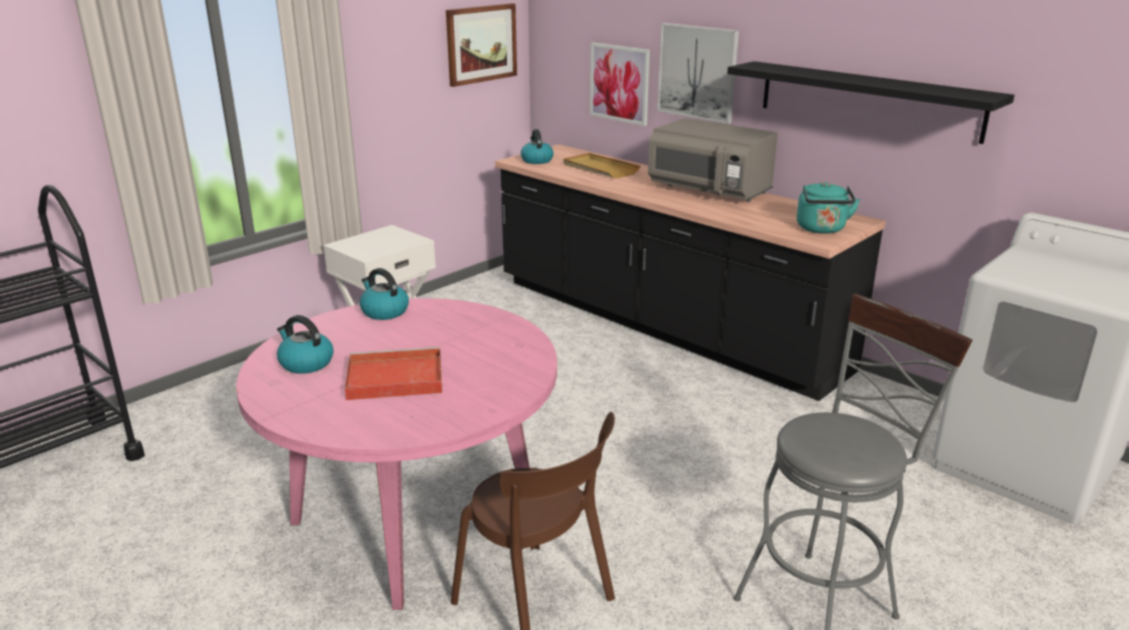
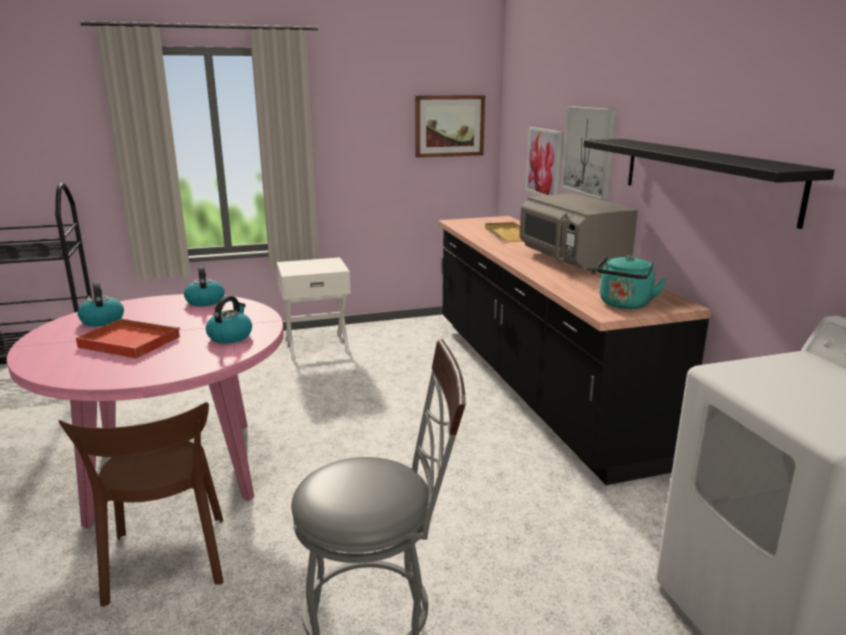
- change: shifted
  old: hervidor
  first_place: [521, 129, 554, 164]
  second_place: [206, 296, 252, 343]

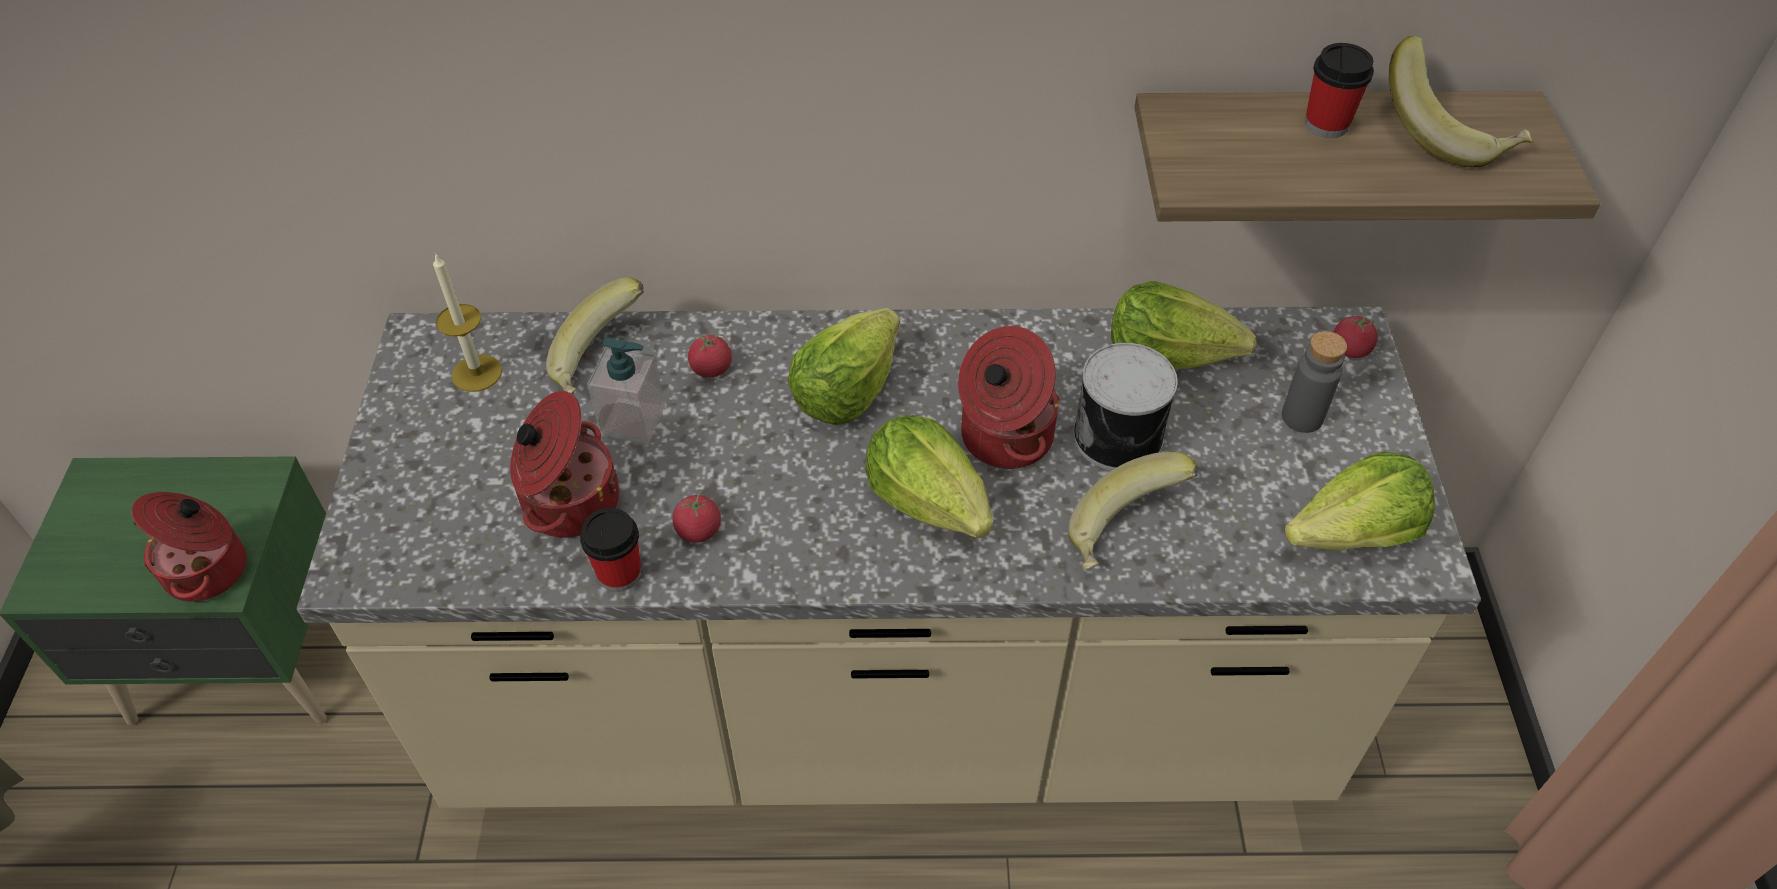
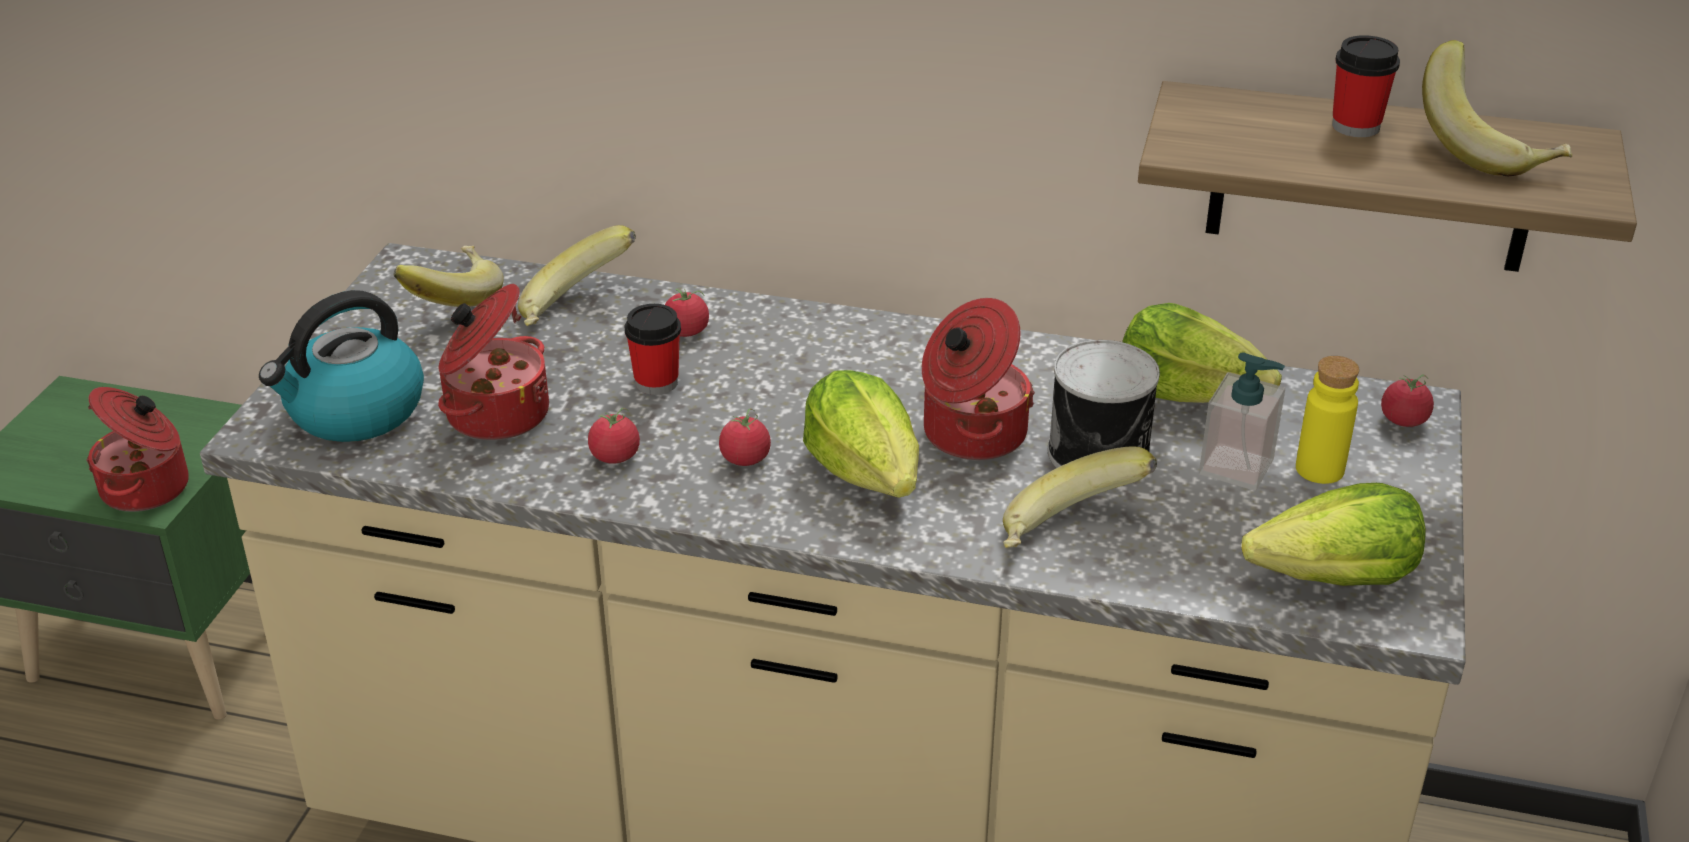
- change: gone
  old: lechuga
  first_place: [788, 308, 900, 425]
- change: new
  new: hervidor
  second_place: [259, 290, 424, 442]
- change: new
  new: tomate
  second_place: [719, 408, 771, 466]
- change: shifted
  old: taza
  first_place: [580, 508, 641, 592]
  second_place: [625, 304, 681, 395]
- change: shifted
  old: dispensador de jabón
  first_place: [587, 338, 665, 444]
  second_place: [1199, 352, 1285, 491]
- change: swapped
  old: vela
  new: plátano
  first_place: [433, 253, 502, 392]
  second_place: [393, 246, 504, 307]
- change: repainted
  old: botella/gris
  new: botella/amarillo
  first_place: [1282, 331, 1347, 433]
  second_place: [1296, 356, 1360, 484]

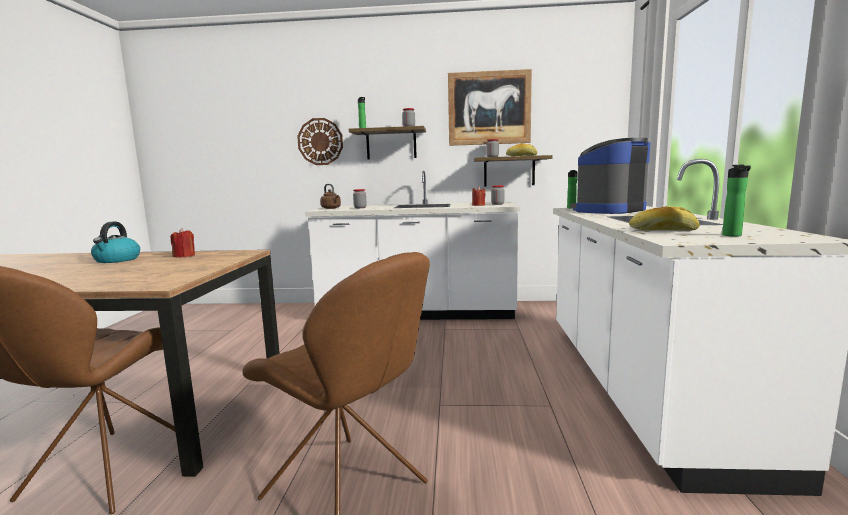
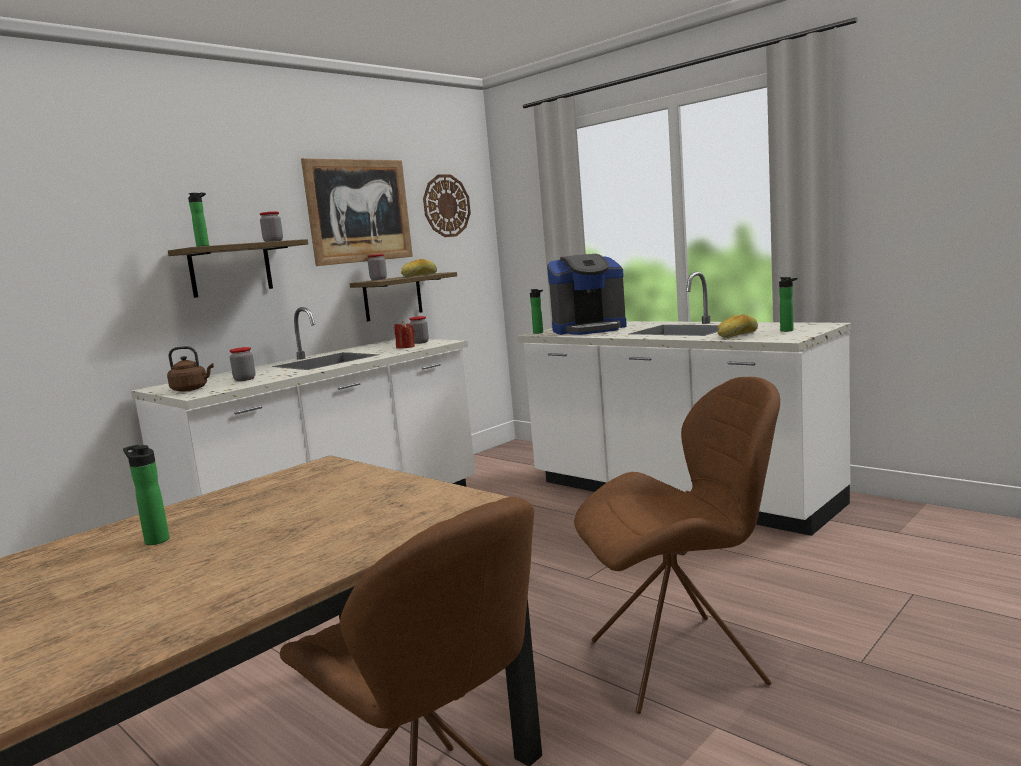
- change: gone
  old: vela/rojo
  first_place: [170, 228, 195, 257]
- change: shifted
  old: reloj de pared
  first_place: [297, 118, 343, 165]
  second_place: [423, 174, 471, 237]
- change: swapped
  old: hervidor
  new: botella
  first_place: [91, 222, 140, 263]
  second_place: [123, 445, 169, 545]
- change: rotated
  old: cafetera
  first_place: [570, 138, 650, 214]
  second_place: [547, 254, 627, 335]
  degrees: -105

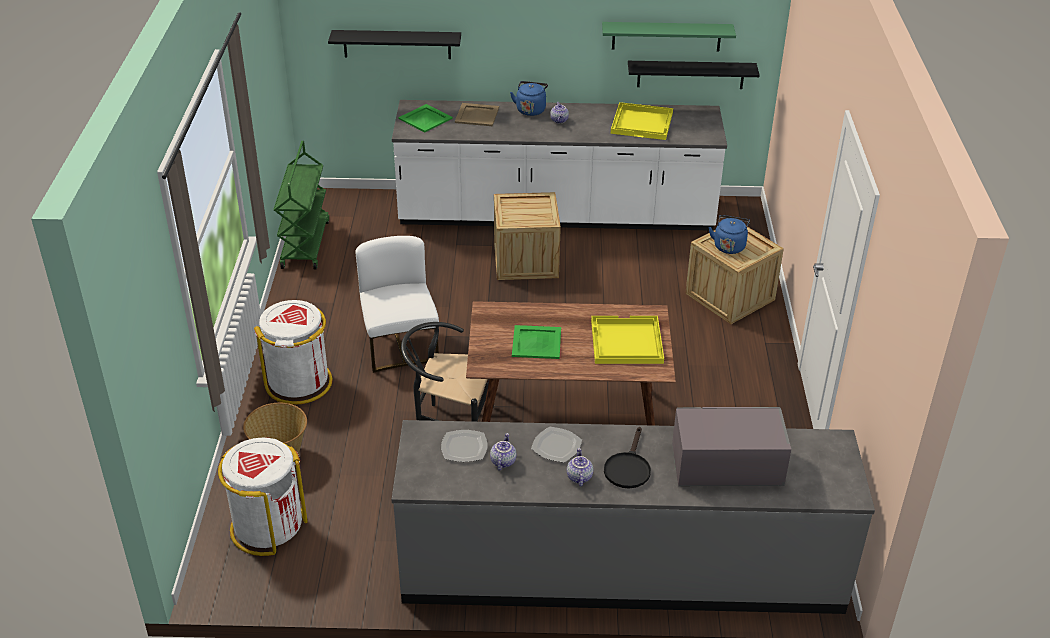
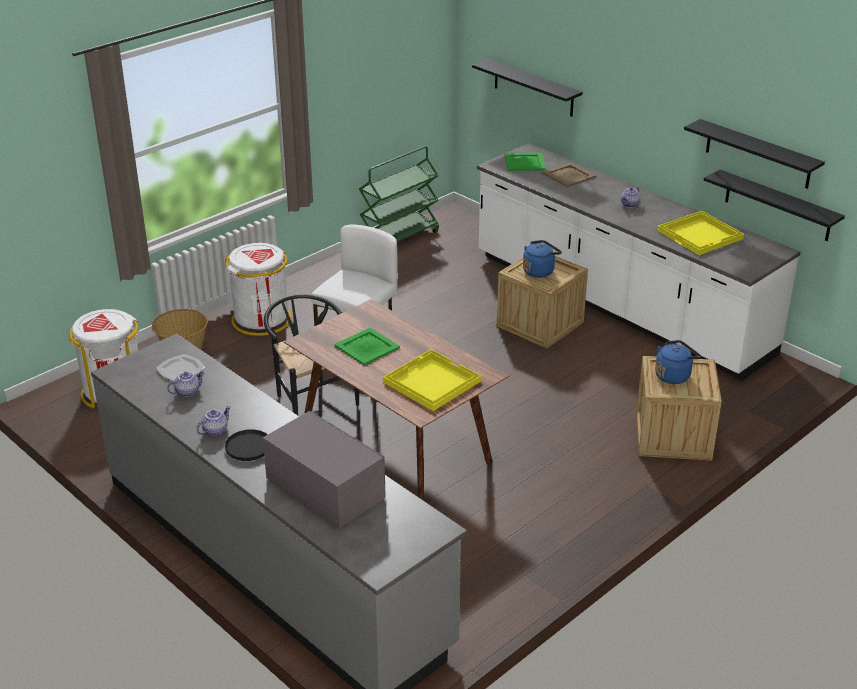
- change: gone
  old: plato
  first_place: [531, 427, 582, 463]
- change: shifted
  old: hervidor/azul
  first_place: [510, 81, 548, 116]
  second_place: [523, 240, 562, 278]
- change: repainted
  old: estante/verde
  new: estante/negro
  first_place: [602, 22, 736, 52]
  second_place: [684, 119, 825, 189]

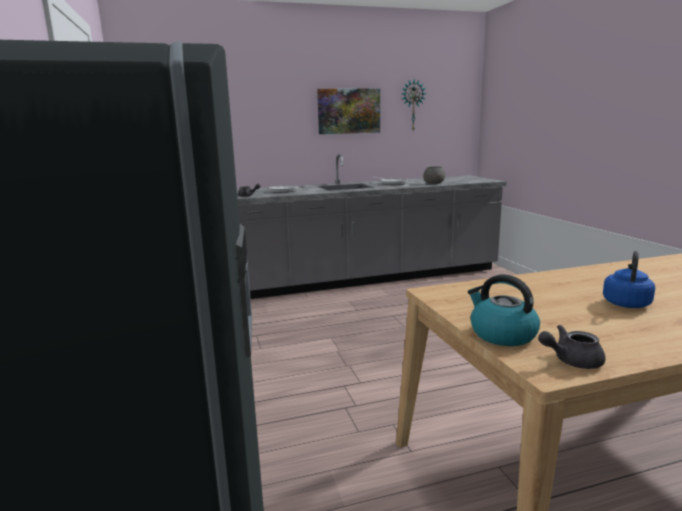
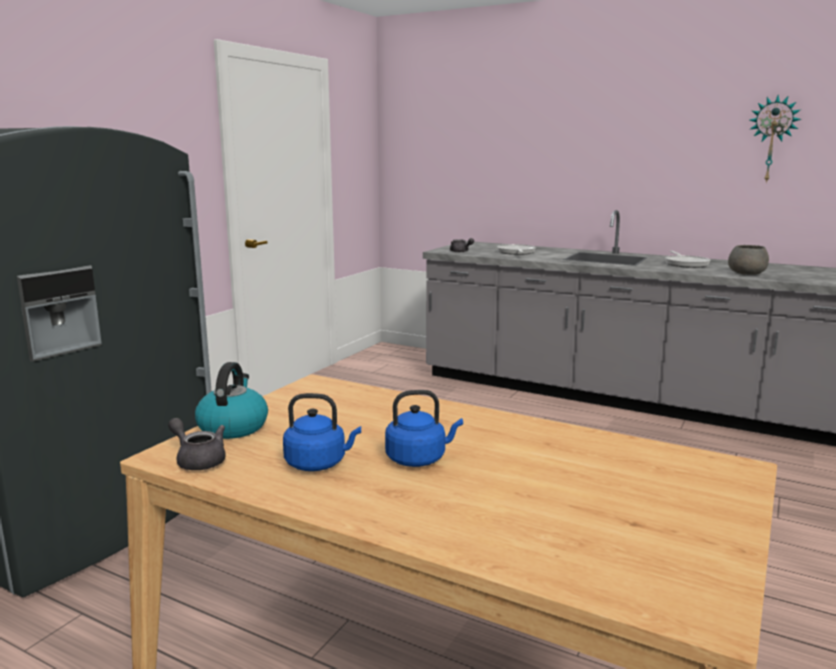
- change: gone
  old: cuadro
  first_place: [317, 89, 380, 134]
- change: new
  new: hervidor/azul
  second_place: [283, 393, 361, 471]

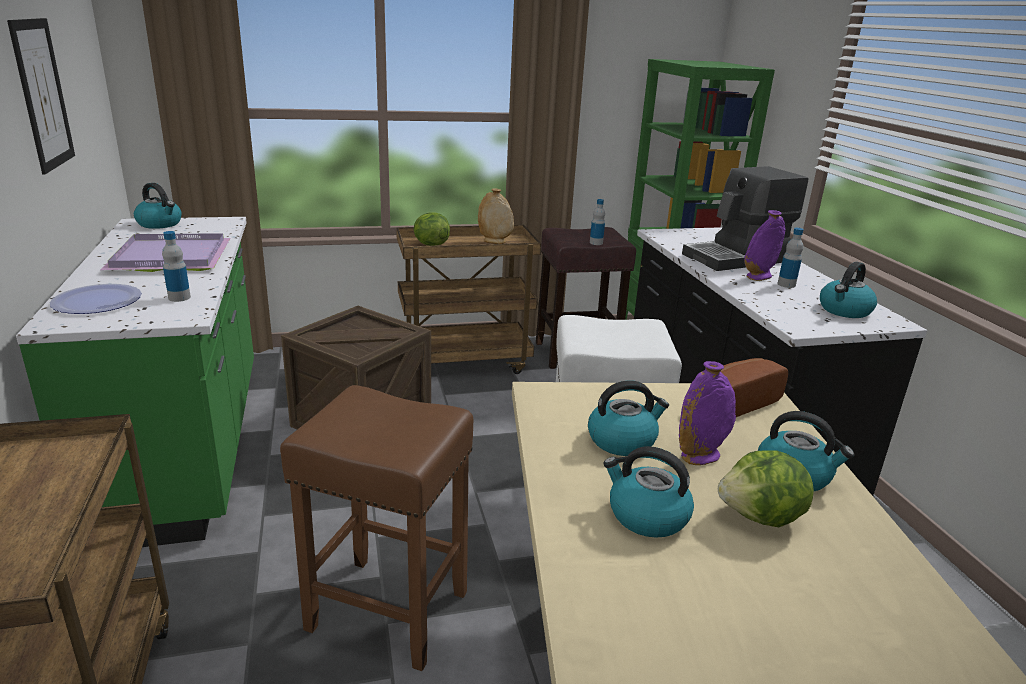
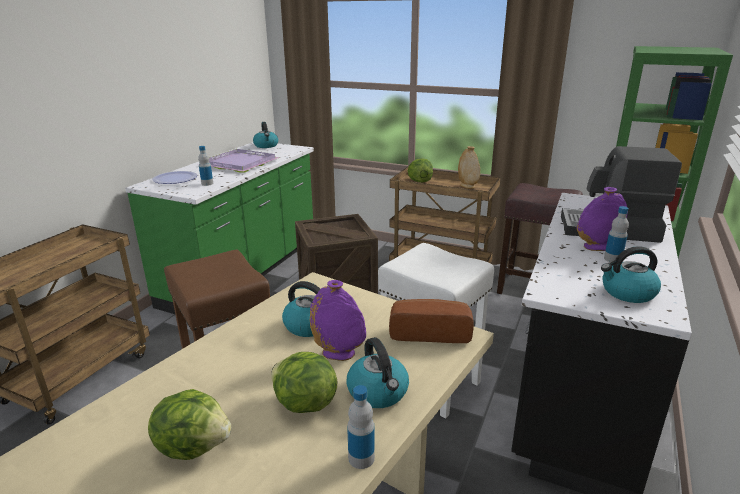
- change: gone
  old: cuadro
  first_place: [7, 18, 75, 174]
- change: gone
  old: hervidor
  first_place: [603, 446, 694, 538]
- change: new
  new: lechuga
  second_place: [148, 389, 231, 460]
- change: shifted
  old: botella
  first_place: [590, 199, 605, 245]
  second_place: [347, 385, 375, 469]

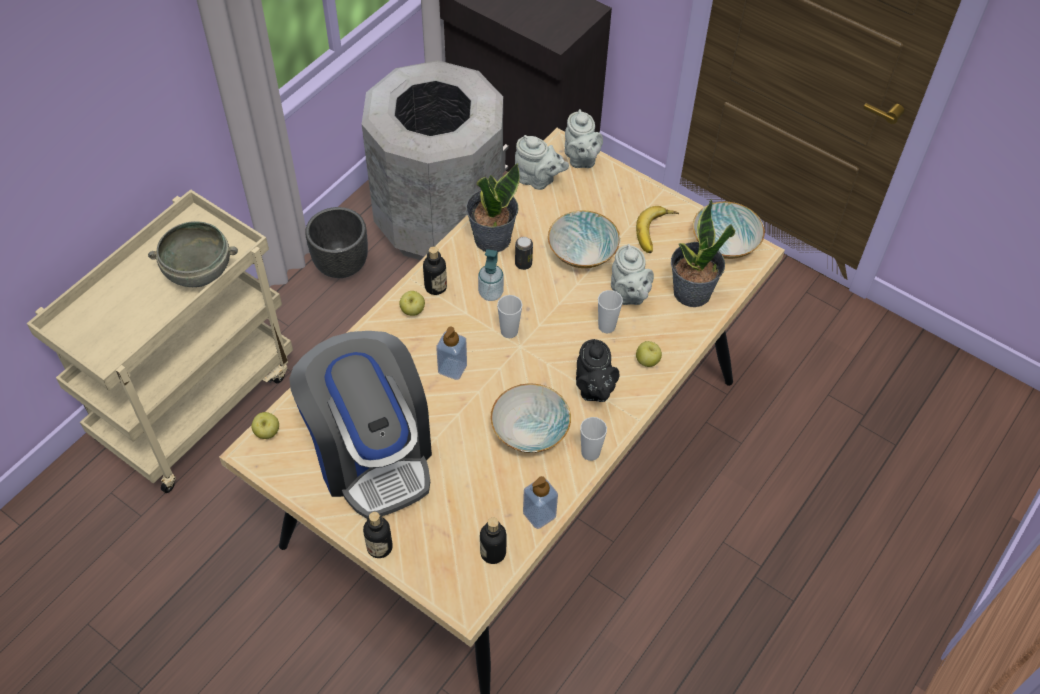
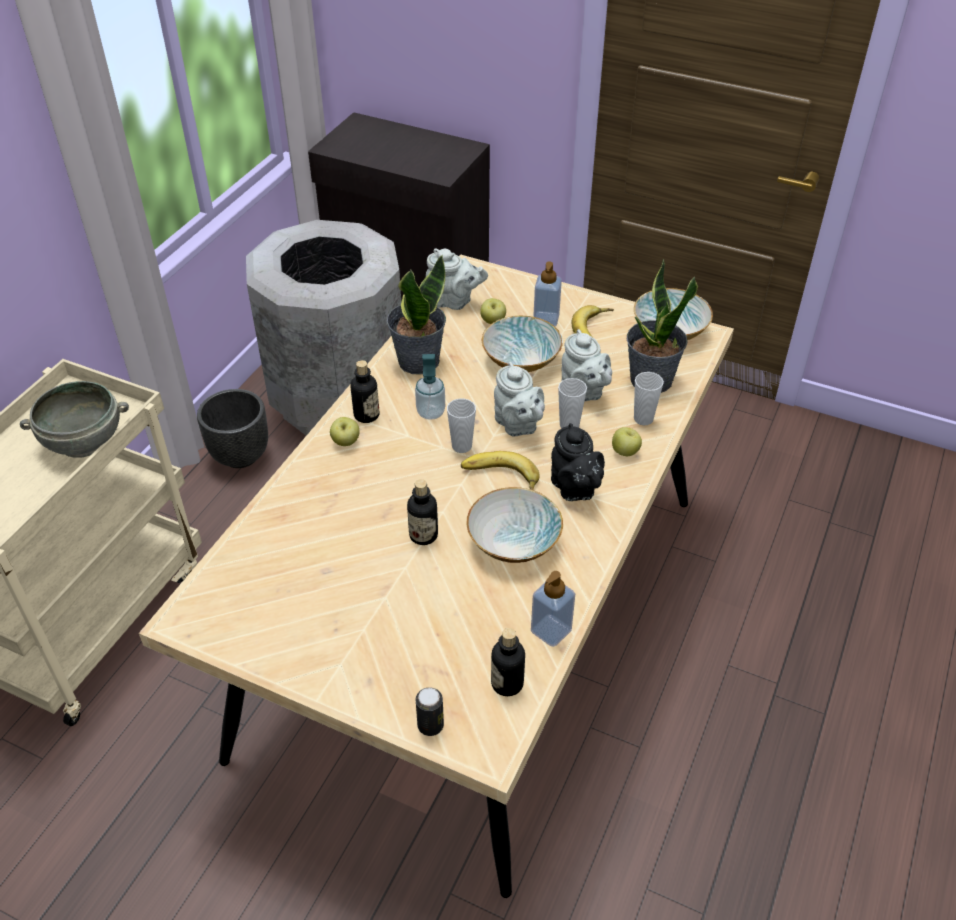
- change: gone
  old: cafetera
  first_place: [289, 331, 432, 519]
- change: new
  new: plátano
  second_place: [461, 451, 540, 490]
- change: shifted
  old: manzana
  first_place: [252, 412, 279, 439]
  second_place: [480, 298, 506, 324]
- change: shifted
  old: botella
  first_place: [363, 512, 393, 558]
  second_place: [407, 479, 438, 545]
- change: shifted
  old: dispensador de jabón
  first_place: [436, 326, 467, 380]
  second_place: [533, 261, 562, 326]
- change: shifted
  old: lata
  first_place: [515, 237, 533, 270]
  second_place: [416, 688, 444, 736]
- change: shifted
  old: tetera/gris
  first_place: [564, 109, 603, 168]
  second_place: [494, 362, 545, 436]
- change: shifted
  old: taza
  first_place: [580, 417, 607, 461]
  second_place: [634, 372, 664, 425]

